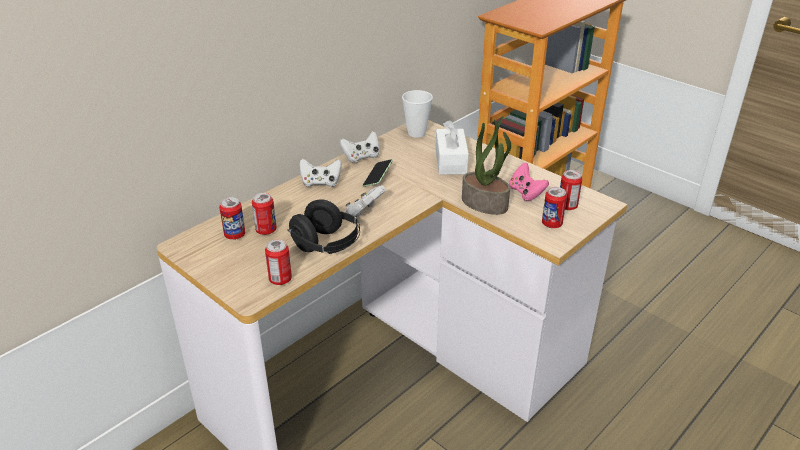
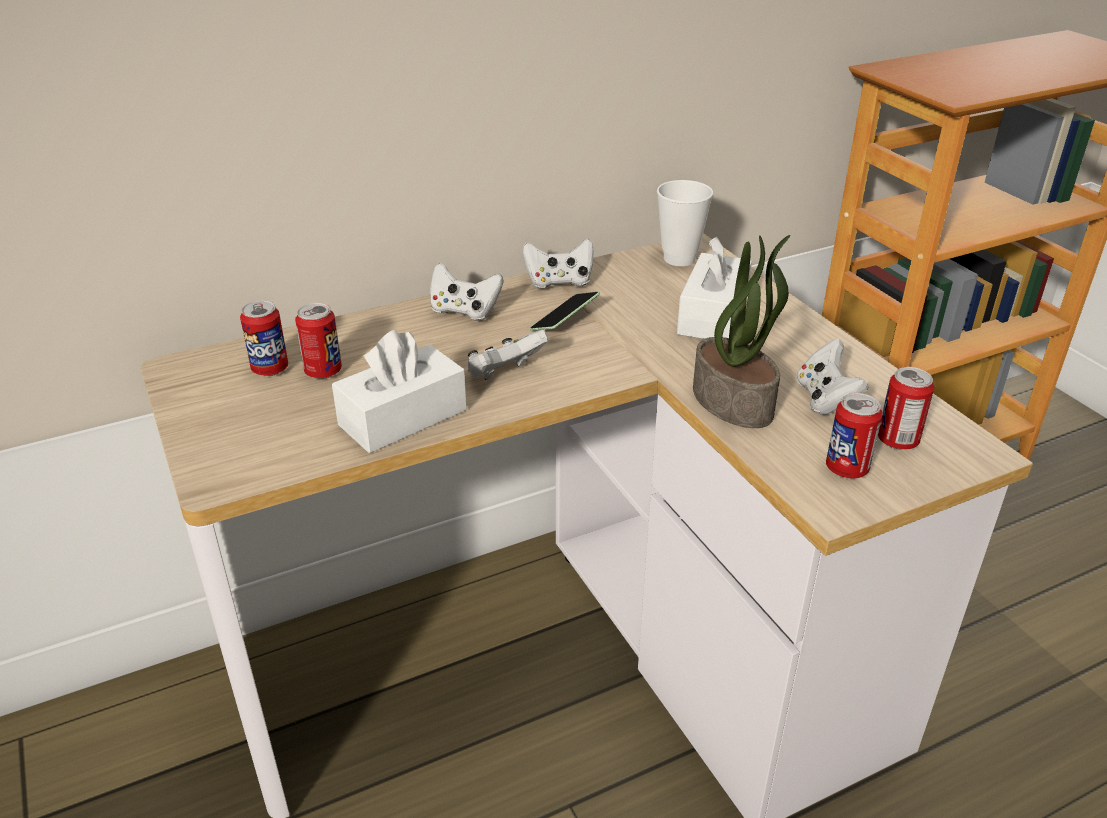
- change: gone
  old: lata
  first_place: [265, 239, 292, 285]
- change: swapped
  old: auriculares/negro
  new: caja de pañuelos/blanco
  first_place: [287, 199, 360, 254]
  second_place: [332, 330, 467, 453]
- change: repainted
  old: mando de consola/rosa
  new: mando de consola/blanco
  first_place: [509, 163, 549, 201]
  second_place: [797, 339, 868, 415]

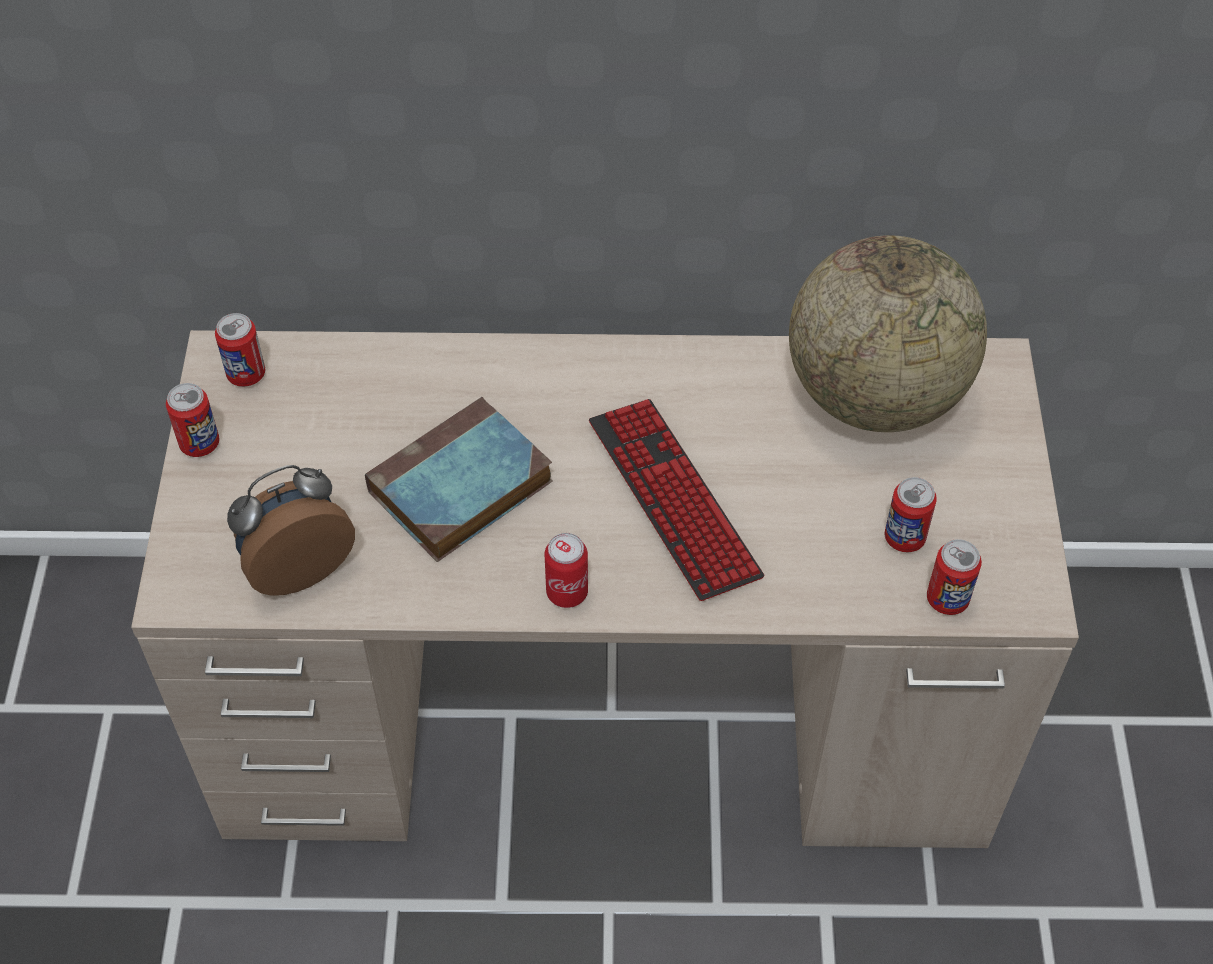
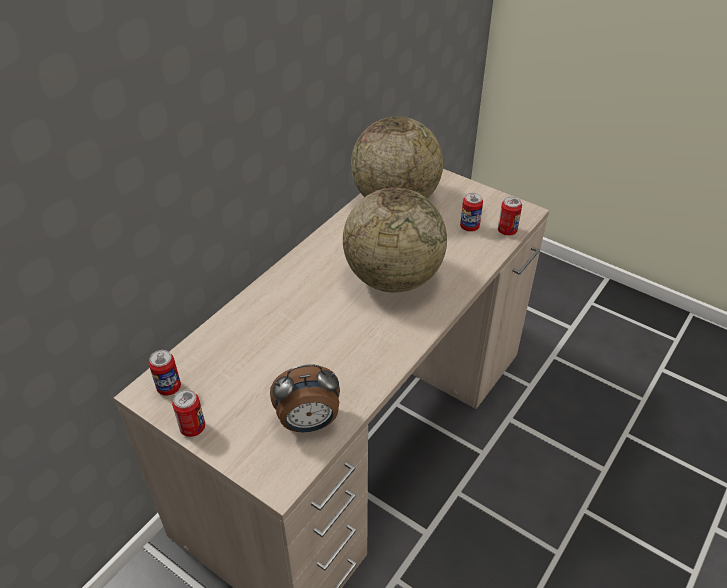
- change: gone
  old: libro
  first_place: [365, 397, 553, 562]
- change: gone
  old: lata
  first_place: [544, 533, 588, 608]
- change: swapped
  old: teclado
  new: globo terráqueo
  first_place: [589, 399, 764, 601]
  second_place: [343, 188, 447, 293]
- change: rotated
  old: despertador
  first_place: [227, 465, 355, 596]
  second_place: [270, 364, 340, 432]
  degrees: -105

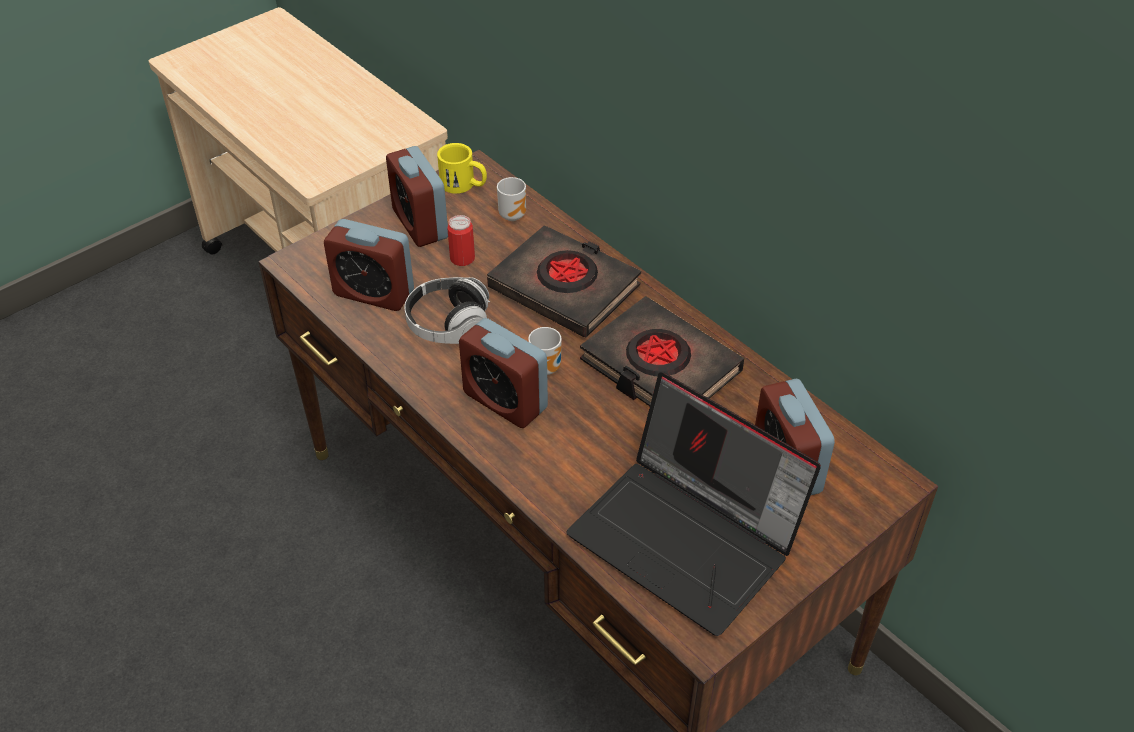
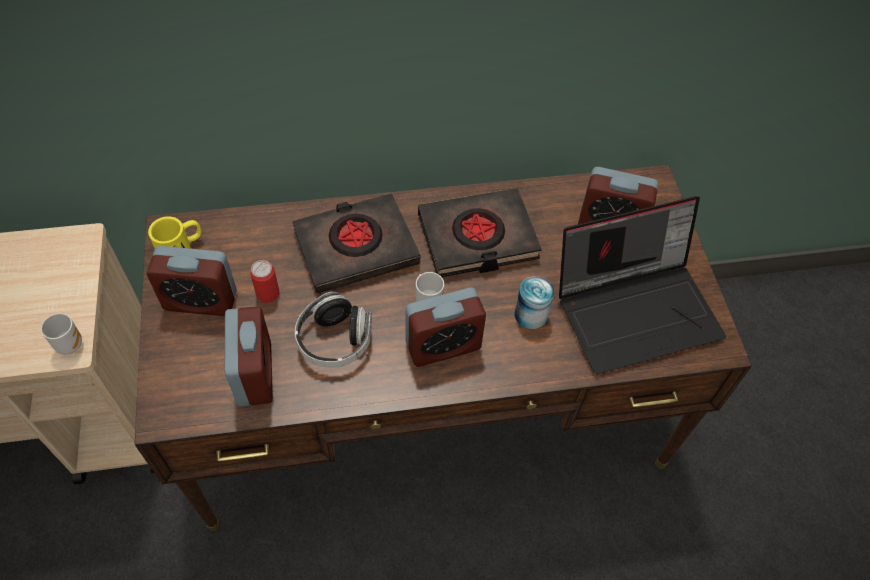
- change: new
  new: lata
  second_place: [515, 276, 554, 329]
- change: shifted
  old: taza grande
  first_place: [497, 177, 526, 221]
  second_place: [41, 313, 82, 354]
- change: rotated
  old: despertador
  first_place: [324, 219, 414, 311]
  second_place: [224, 306, 273, 406]
  degrees: -60

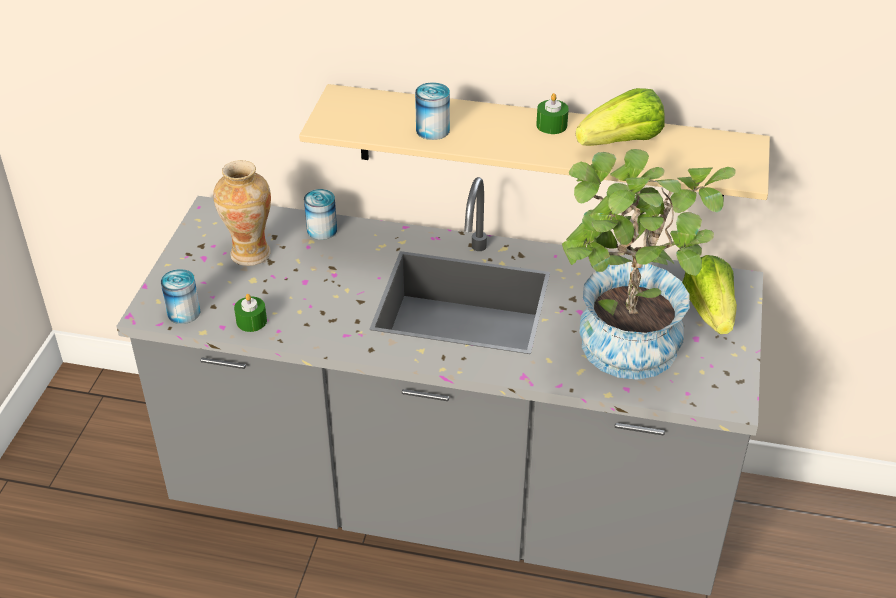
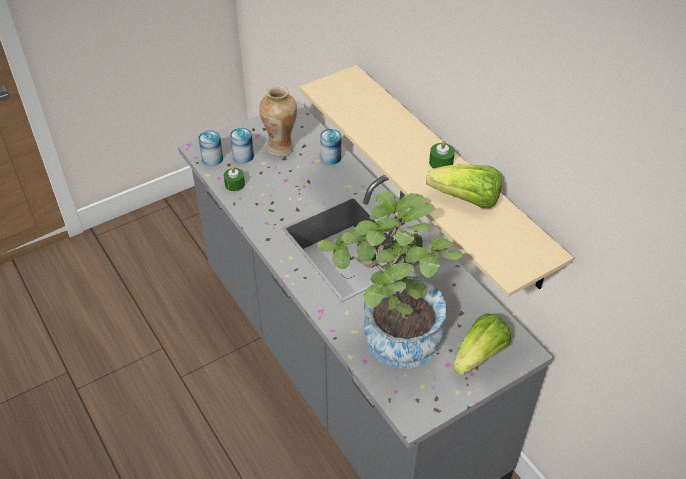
- change: shifted
  old: lata
  first_place: [415, 82, 450, 140]
  second_place: [230, 128, 254, 163]

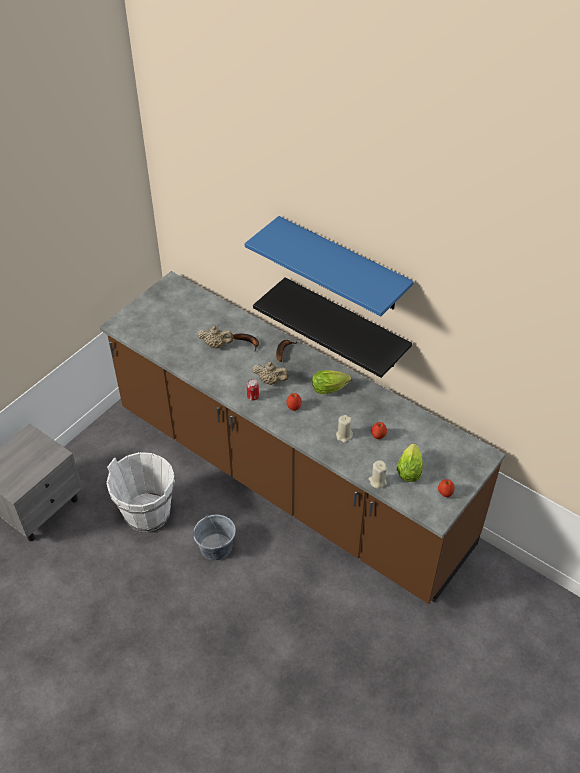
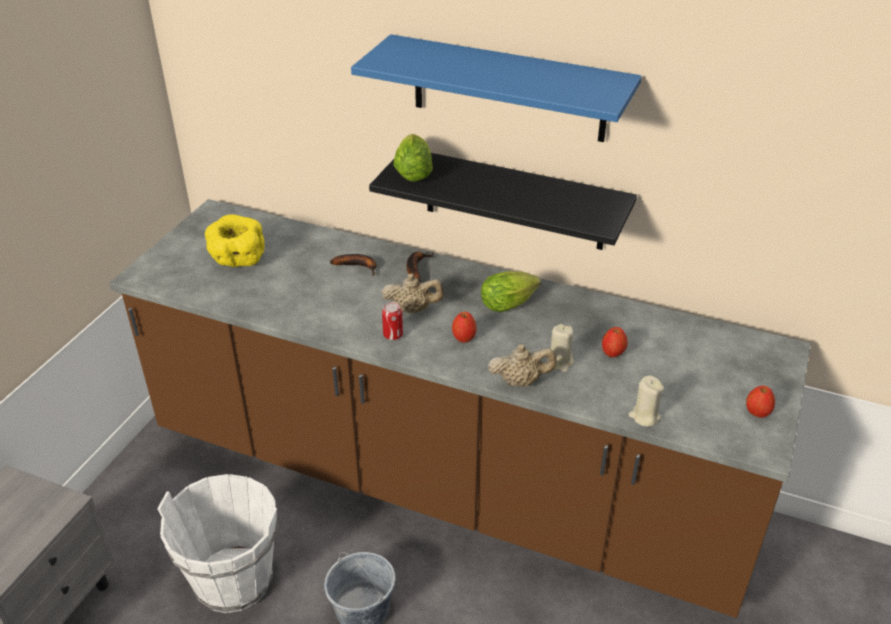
- change: new
  new: cuenco/amarillo
  second_place: [205, 214, 265, 267]
- change: shifted
  old: tetera/beis
  first_place: [197, 326, 234, 348]
  second_place: [488, 344, 556, 387]
- change: shifted
  old: lechuga
  first_place: [396, 443, 423, 482]
  second_place: [394, 134, 433, 182]

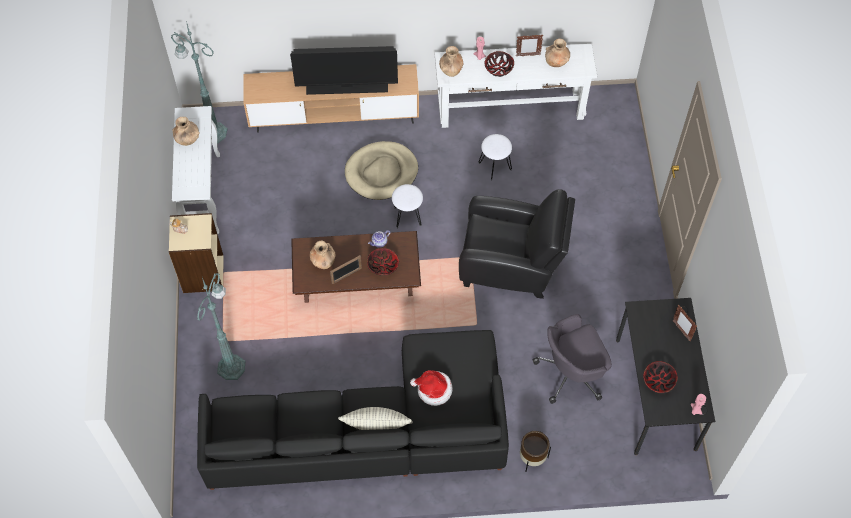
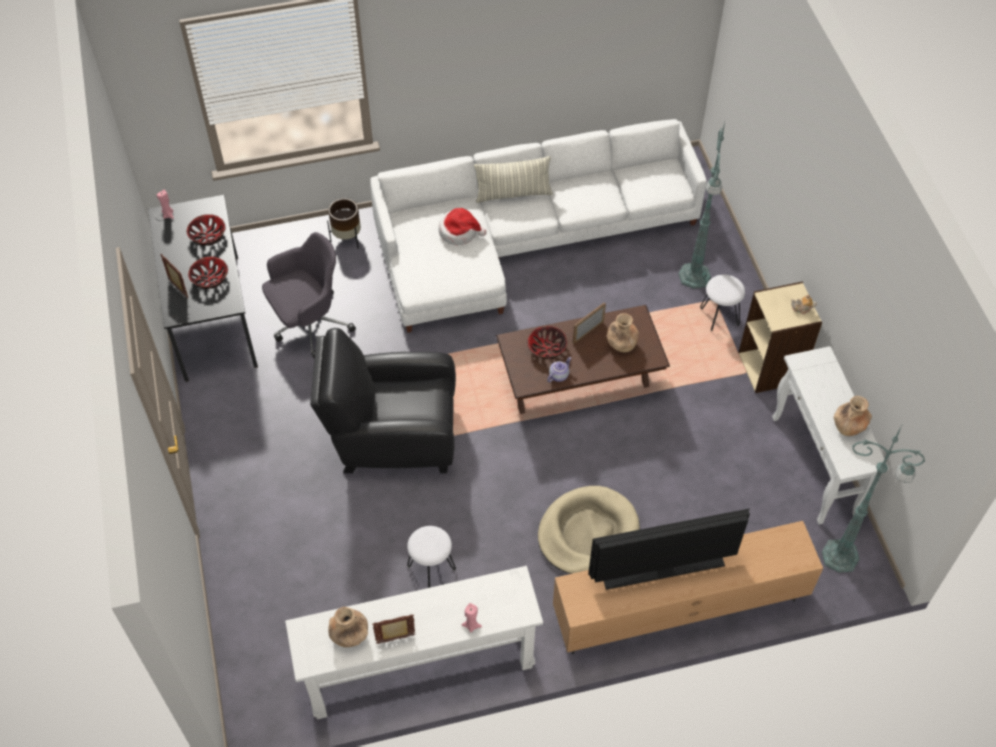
- change: gone
  old: florero/marrón
  first_place: [439, 46, 463, 77]
- change: shifted
  old: taburete/blanco
  first_place: [392, 184, 423, 228]
  second_place: [700, 274, 745, 331]
- change: shifted
  old: cuenco
  first_place: [484, 51, 514, 77]
  second_place: [188, 256, 228, 289]
- change: repainted
  old: sofá/negro
  new: sofá/blanco
  first_place: [197, 330, 509, 490]
  second_place: [370, 119, 707, 333]

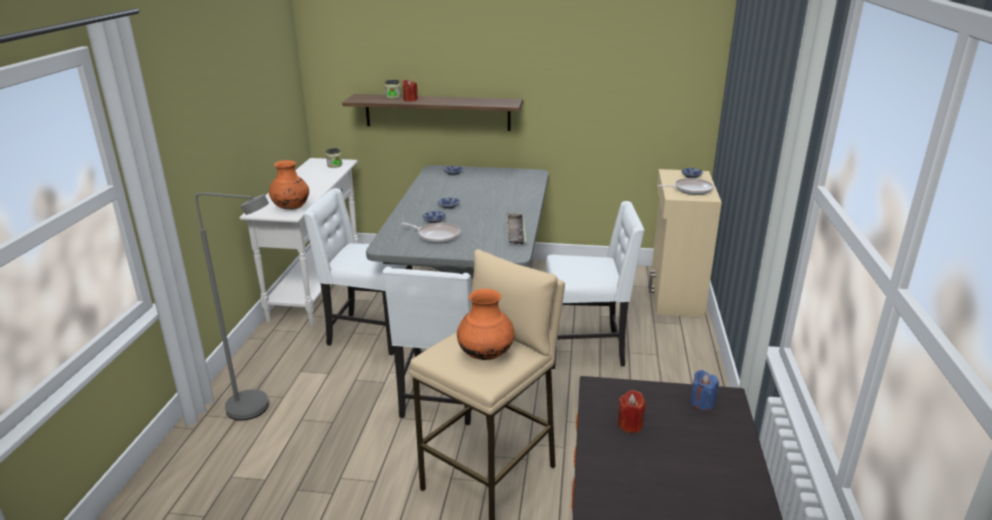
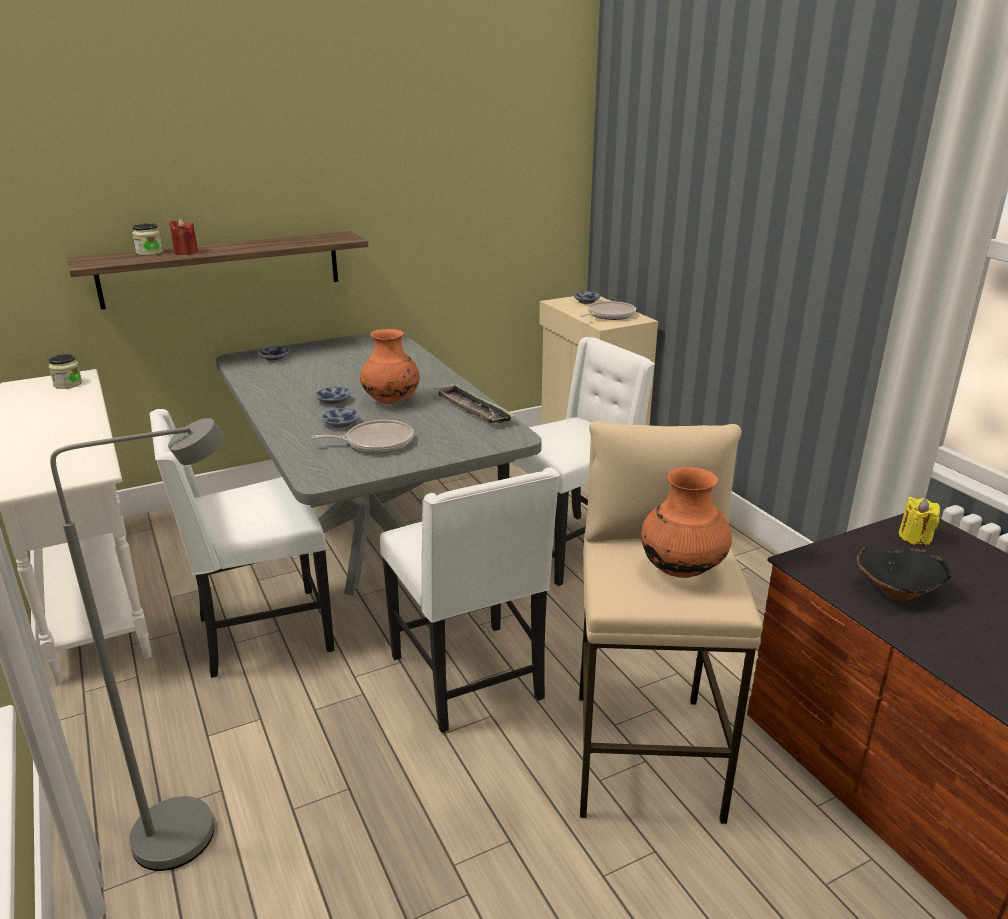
- change: shifted
  old: florero/naranja
  first_place: [269, 160, 309, 210]
  second_place: [360, 329, 420, 404]
- change: swapped
  old: vela/rojo
  new: cuenco/negro
  first_place: [618, 390, 646, 433]
  second_place: [857, 547, 952, 601]
- change: repainted
  old: vela/azul
  new: vela/amarillo
  first_place: [690, 370, 719, 411]
  second_place: [899, 497, 940, 546]

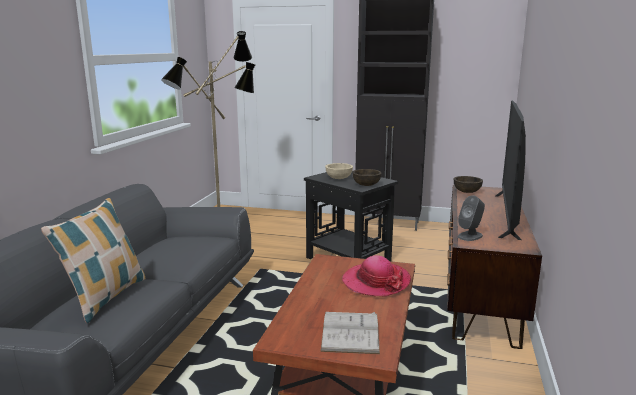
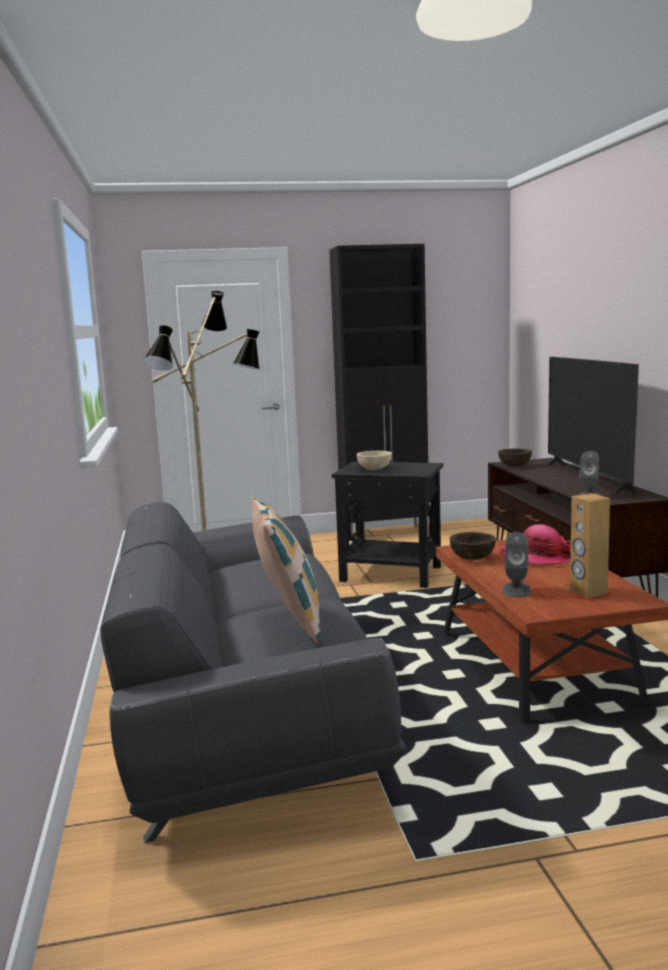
- change: new
  new: altavoz/gris
  second_place: [502, 532, 530, 597]
- change: shifted
  old: cuenco/marrón
  first_place: [352, 169, 382, 186]
  second_place: [450, 532, 496, 560]
- change: swapped
  old: libro/blanco
  new: altavoz/marrón
  first_place: [320, 312, 380, 354]
  second_place: [570, 493, 610, 598]

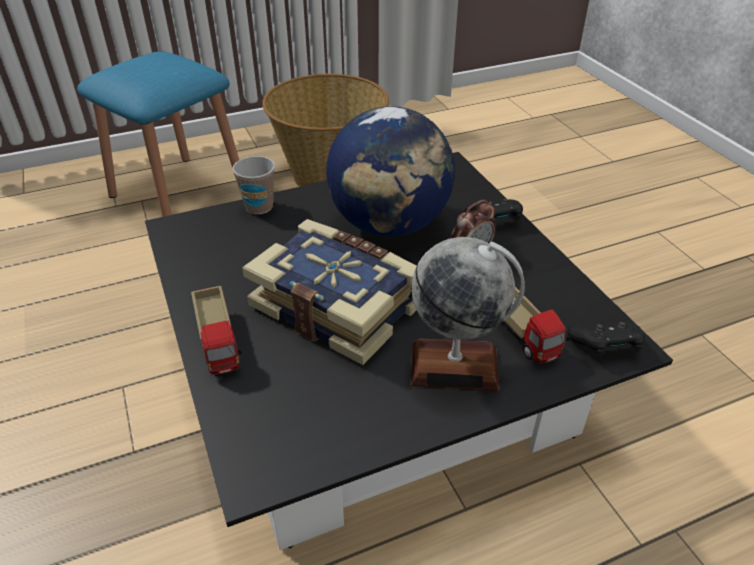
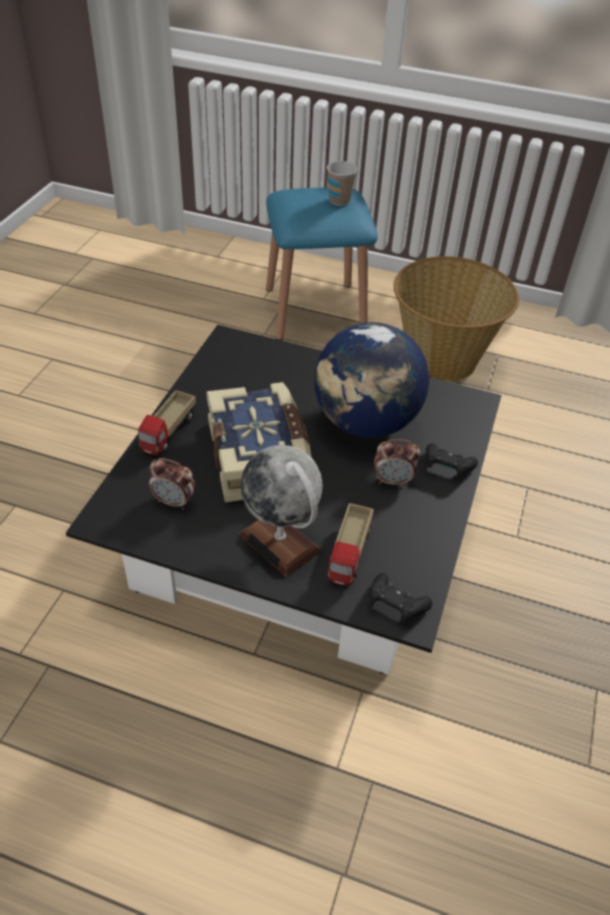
- change: new
  new: despertador
  second_place: [149, 458, 195, 510]
- change: shifted
  old: taza
  first_place: [233, 156, 275, 214]
  second_place: [327, 161, 357, 206]

